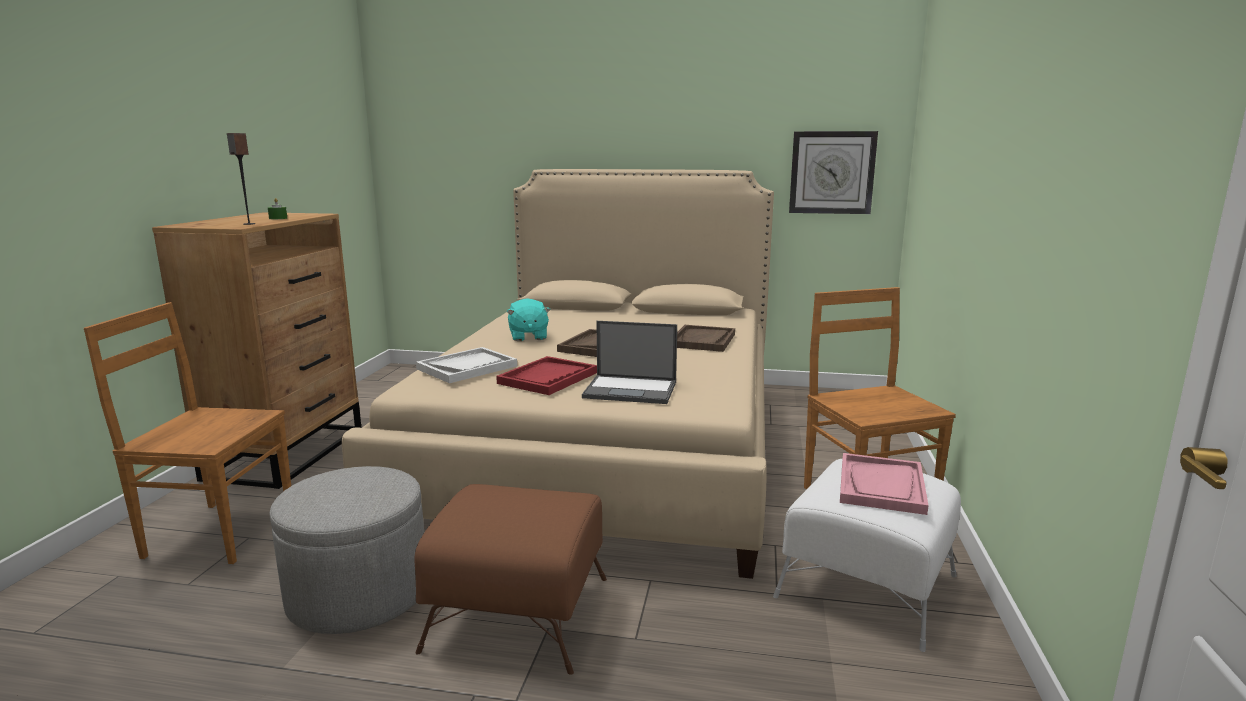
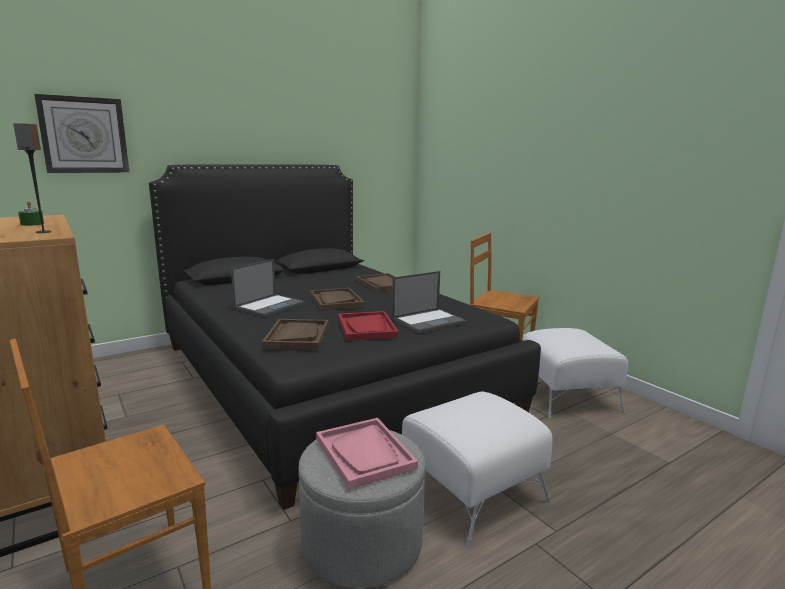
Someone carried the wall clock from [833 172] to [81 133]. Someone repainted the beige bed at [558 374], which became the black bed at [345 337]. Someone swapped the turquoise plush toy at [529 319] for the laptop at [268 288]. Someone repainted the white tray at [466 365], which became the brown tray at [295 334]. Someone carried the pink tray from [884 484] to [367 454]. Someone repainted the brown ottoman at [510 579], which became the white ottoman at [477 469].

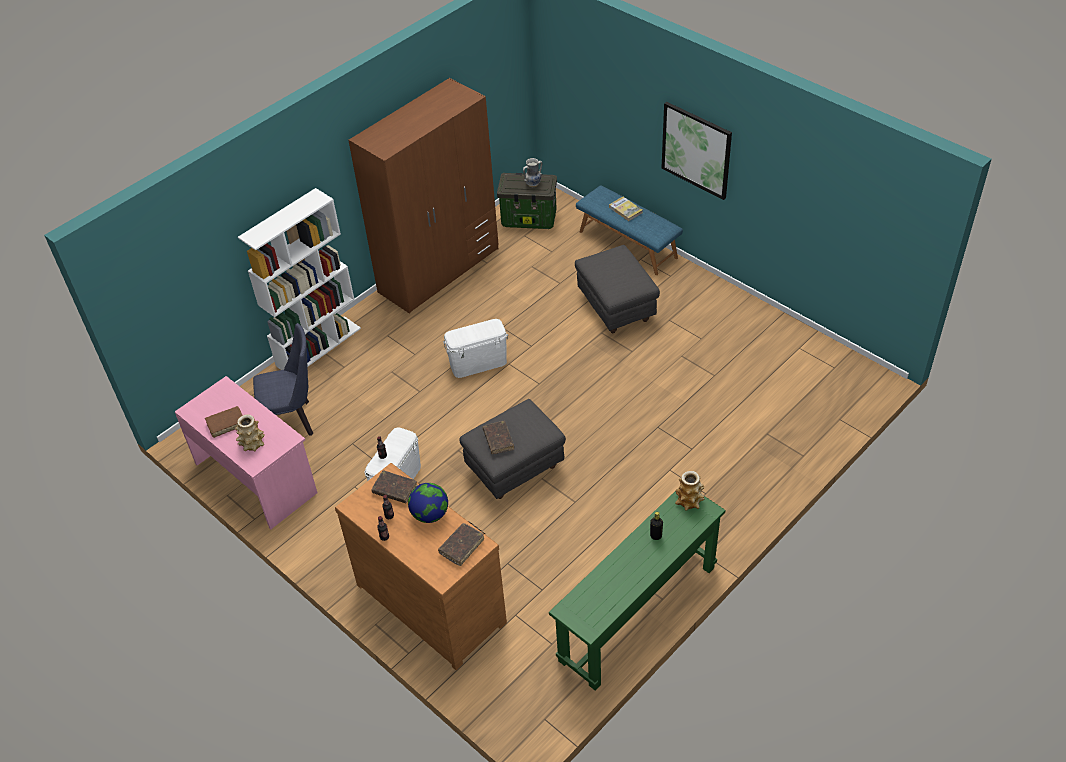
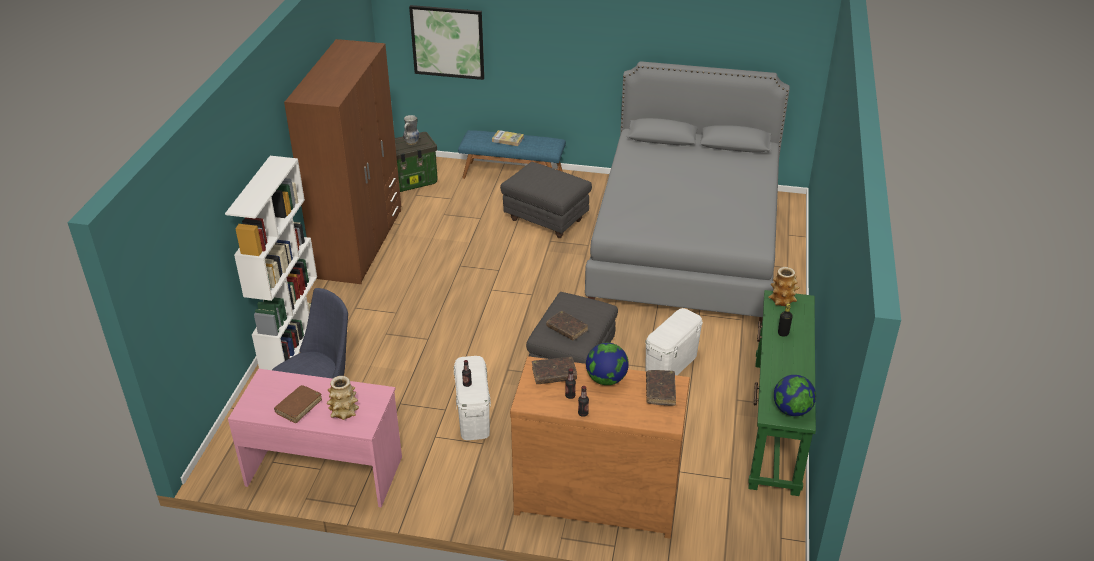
Someone carried the picture from [696 151] to [446 42]. Someone carried the white storage box from [475 348] to [674 341]. Someone put down the grey bed at [687 193]. Someone put down the globe at [795 395].

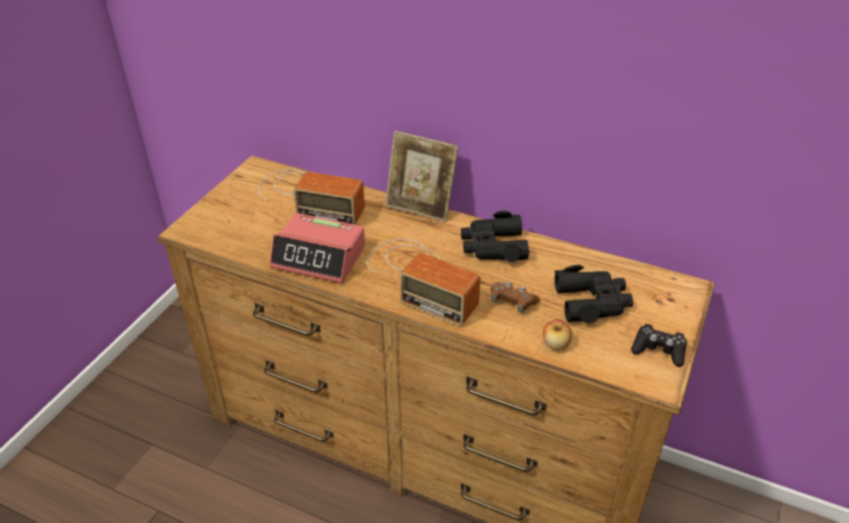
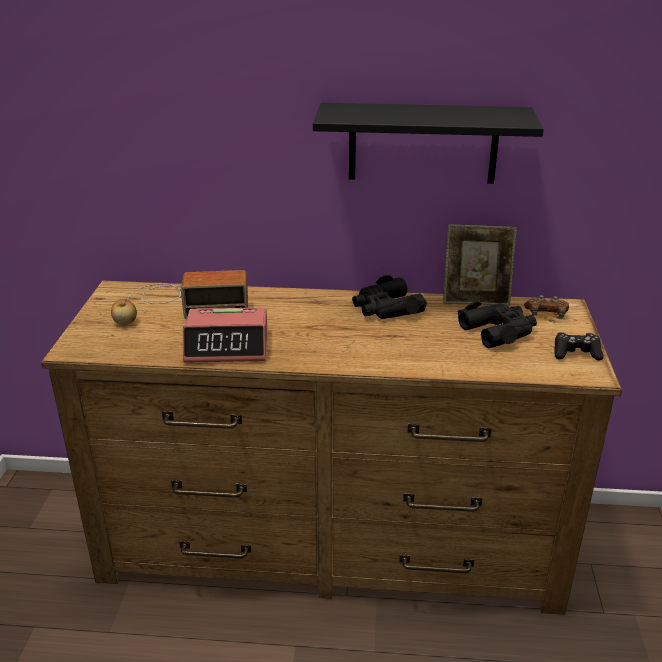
Someone carried the picture frame from [421 176] to [480 265]. Someone took away the radio at [423 282]. Someone carried the brown game controller from [515 297] to [546 306]. Someone carried the apple from [557 334] to [124 312]. Someone put up the black shelf at [428 143].

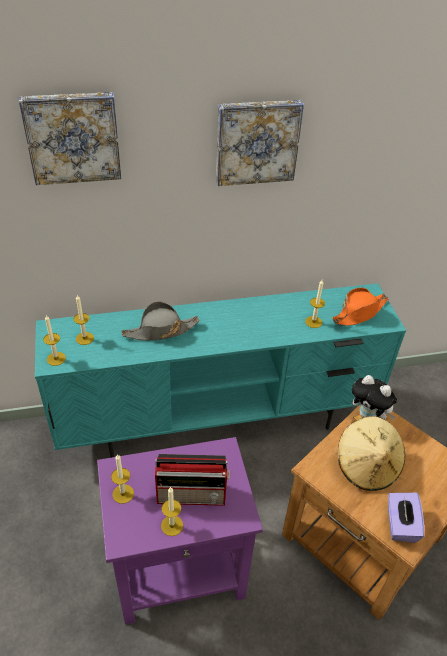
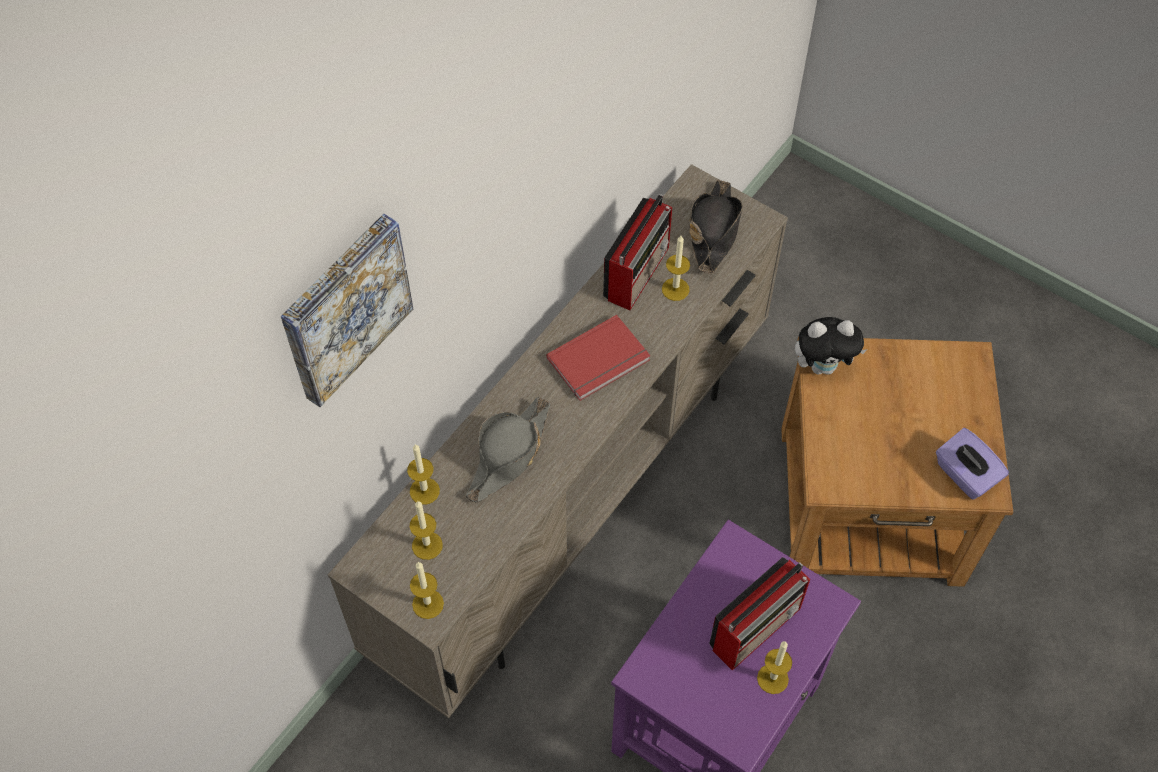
Someone took away the picture at [260 143]. Someone repainted the turquoise tv stand at [220 370], which became the beige tv stand at [558 441]. Someone repainted the orange hat at [360 307], which became the black hat at [715 227]. Someone took away the beige hat at [371 452]. Someone carried the candle from [122 479] to [423 474]. Someone put down the radio at [637 252]. Someone put down the red book at [598 358].

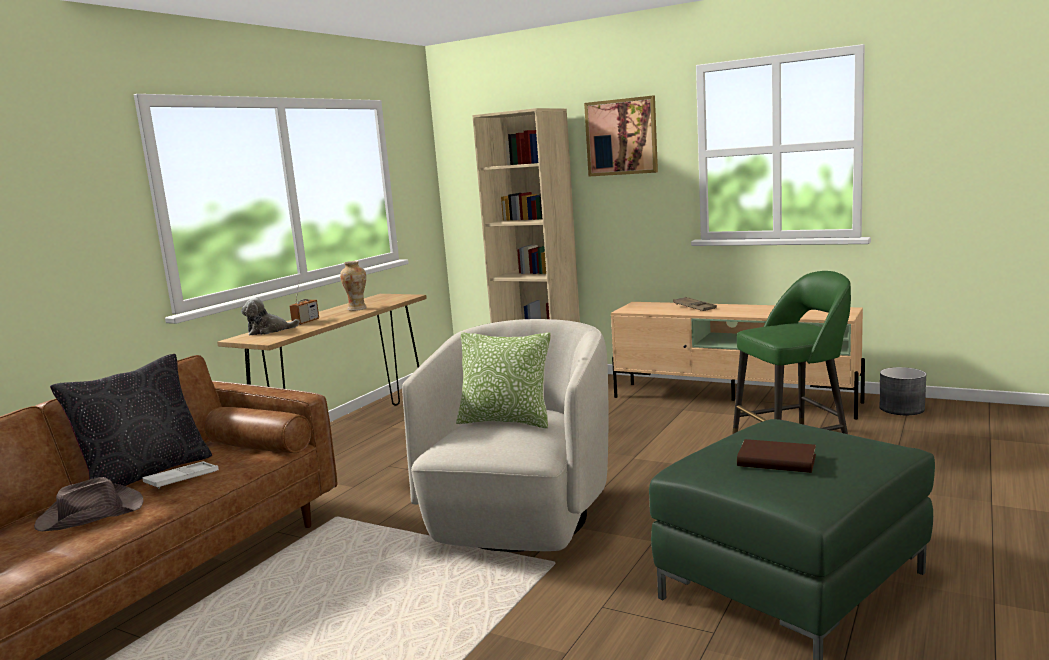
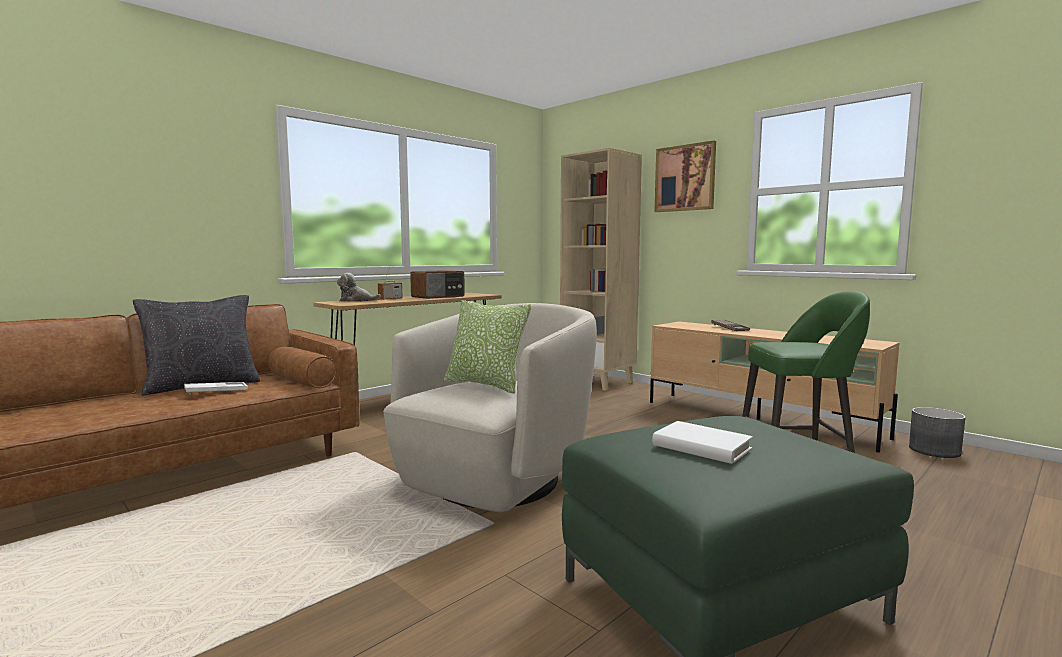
Someone swapped the vase at [353 286] for the radio at [437 284]. Someone repainted the brown book at [776 456], which became the white book at [702 442]. Someone took away the brown hat at [89 504].

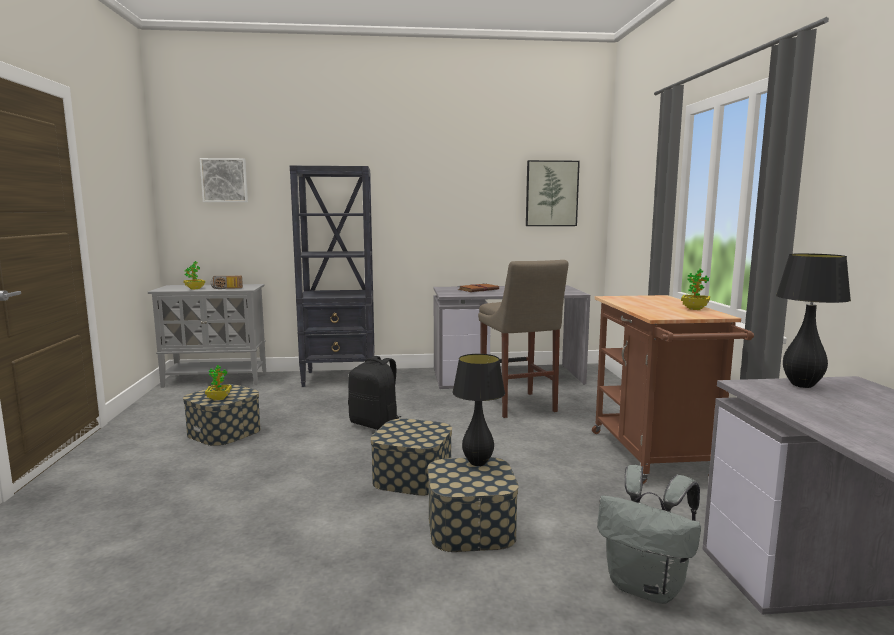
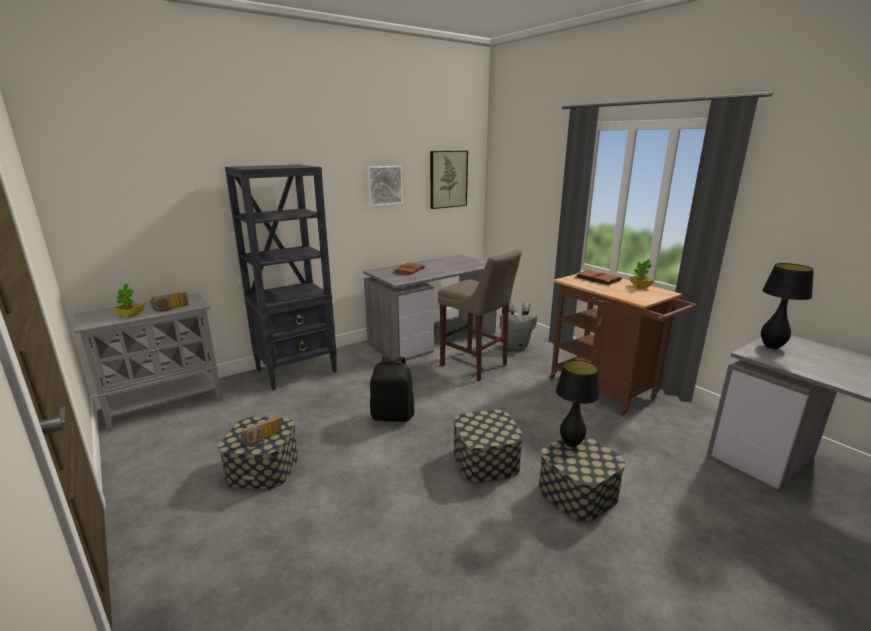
Someone carried the picture from [224 180] to [385 186]. Someone swapped the potted plant at [218 382] for the radio at [261 432]. Someone carried the grey backpack from [649 534] to [518 325]. Someone put down the brown book at [598 278].

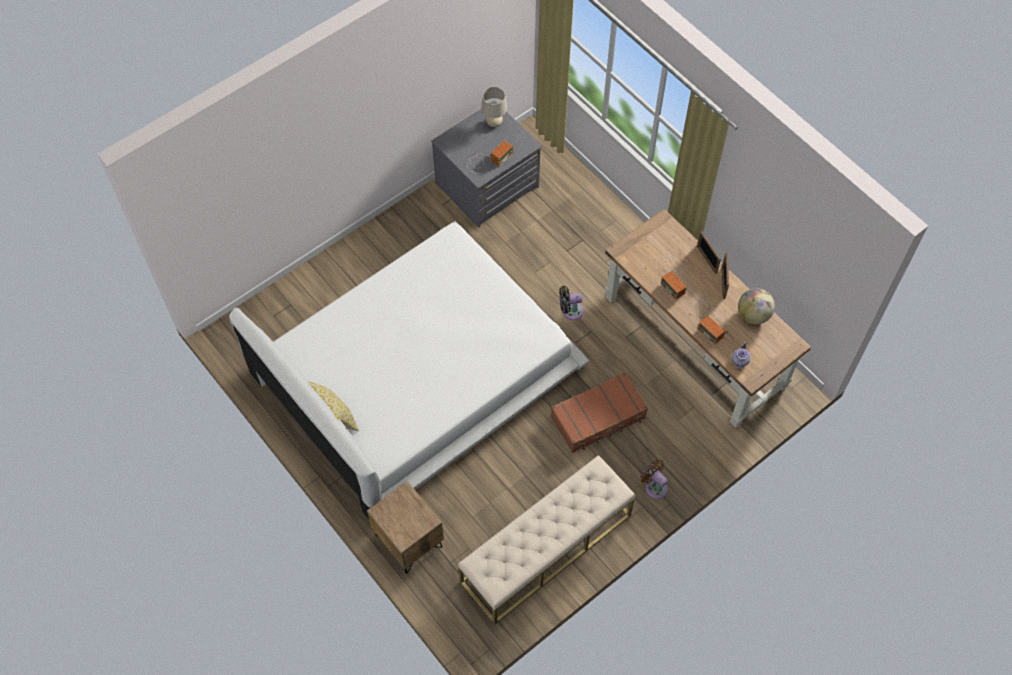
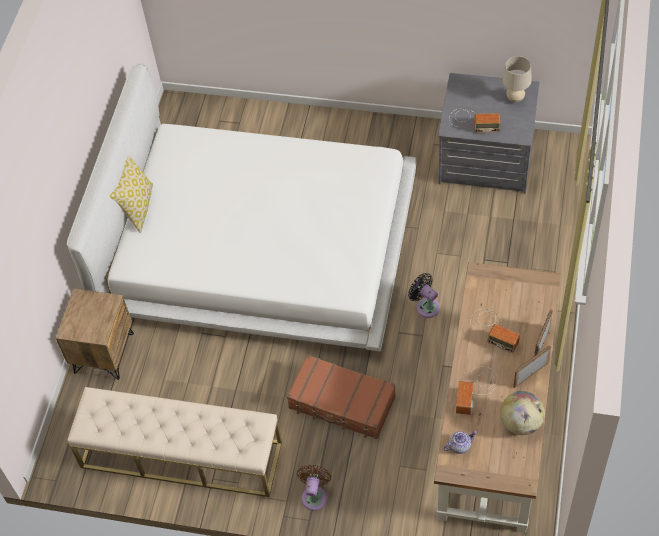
Someone rotated the radio at [671 278] by 75 degrees counterclockwise.

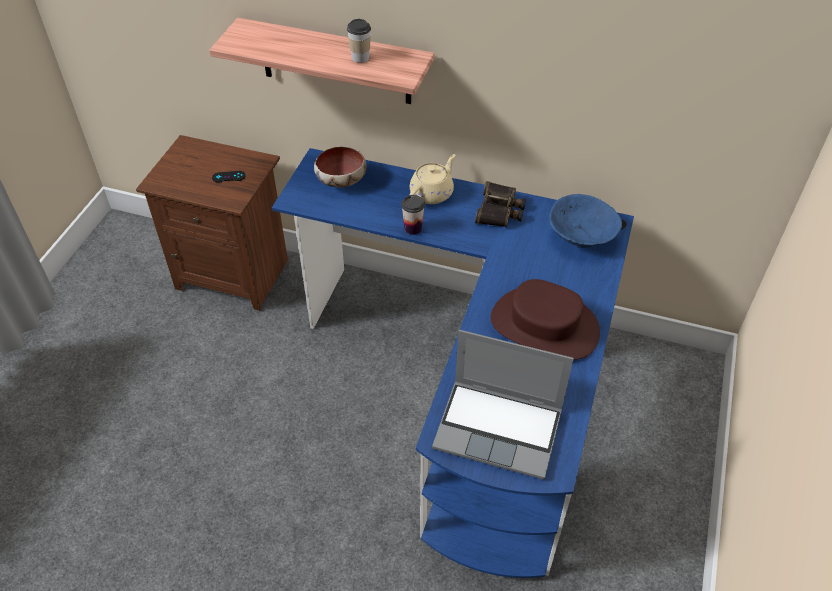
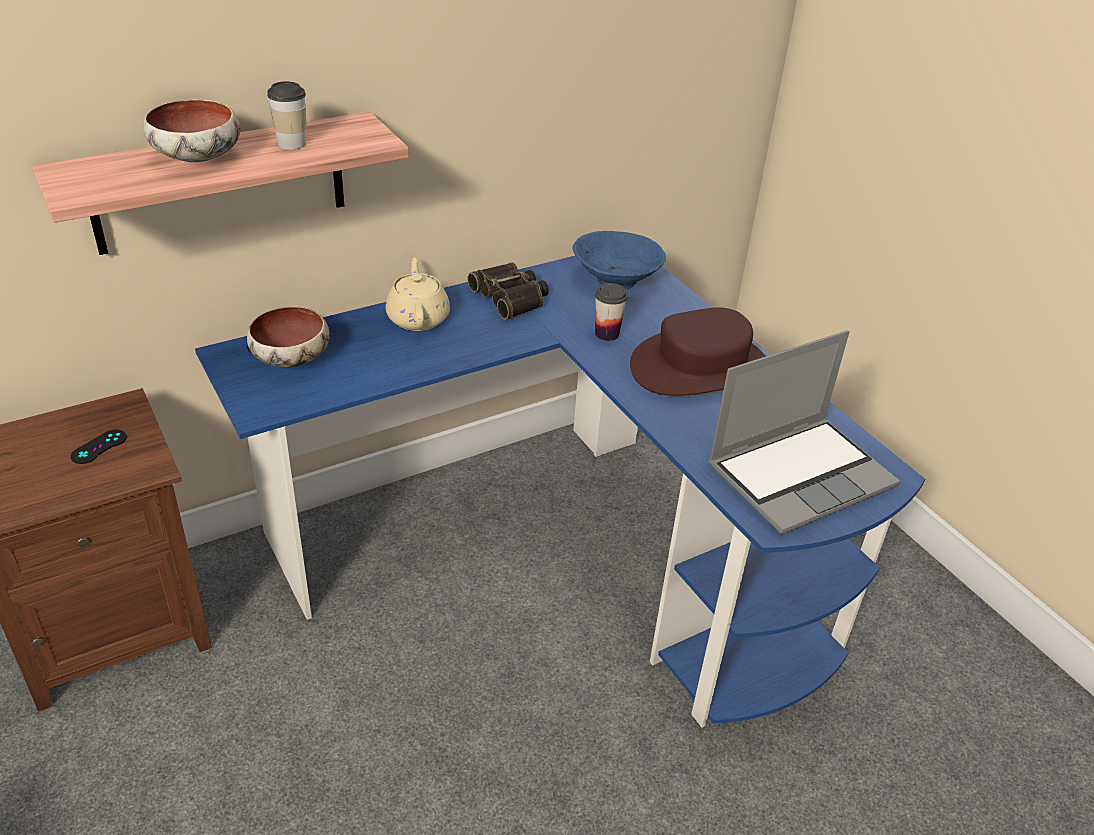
Someone carried the cup from [413 215] to [611 312]. Someone put down the bowl at [192 130].

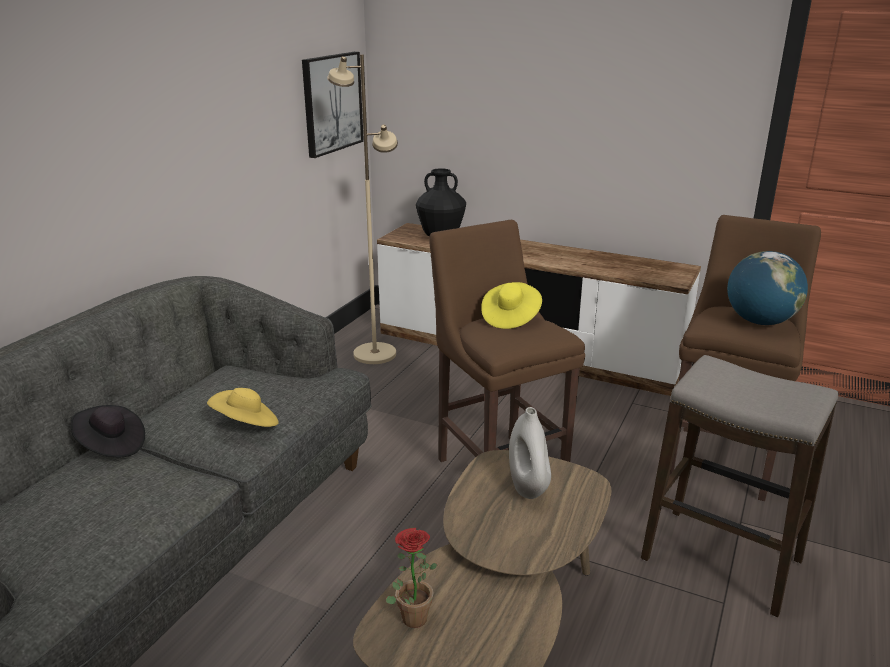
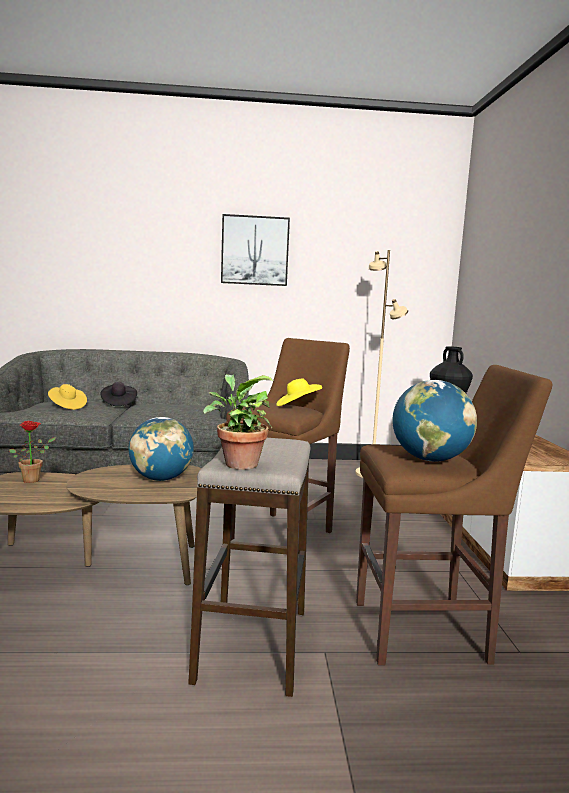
Someone carried the picture from [333 105] to [255 250]. Someone carried the yellow hat from [243 407] to [67 397]. Someone swapped the white vase at [530 453] for the globe at [161 449]. Someone put down the potted plant at [238 422].

